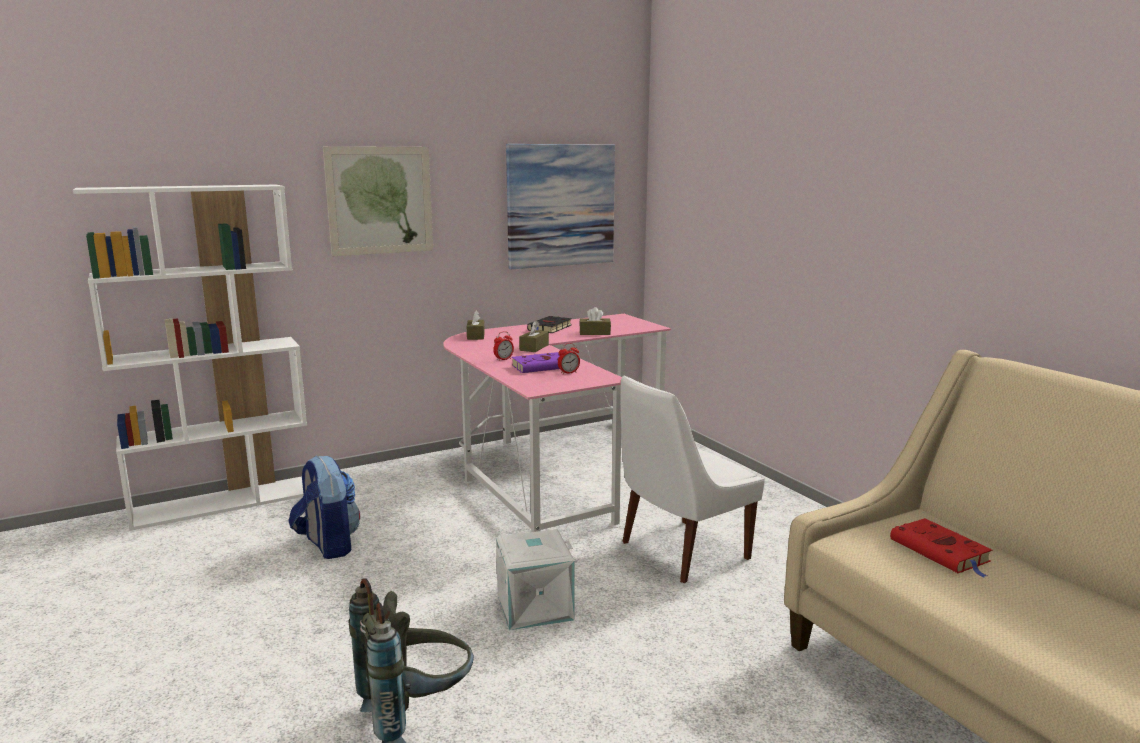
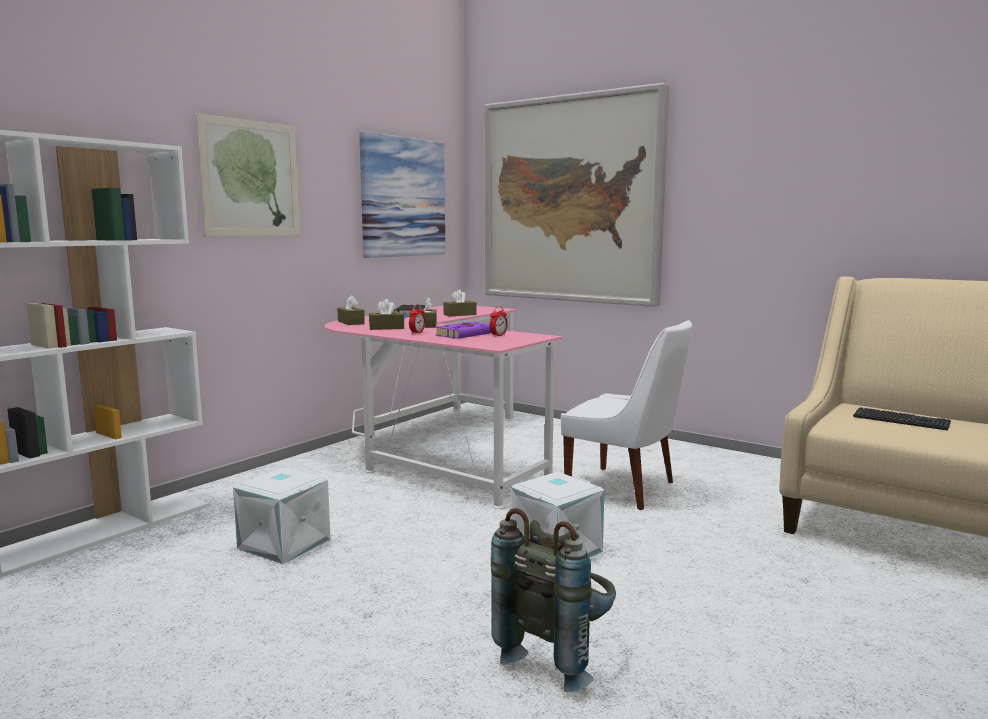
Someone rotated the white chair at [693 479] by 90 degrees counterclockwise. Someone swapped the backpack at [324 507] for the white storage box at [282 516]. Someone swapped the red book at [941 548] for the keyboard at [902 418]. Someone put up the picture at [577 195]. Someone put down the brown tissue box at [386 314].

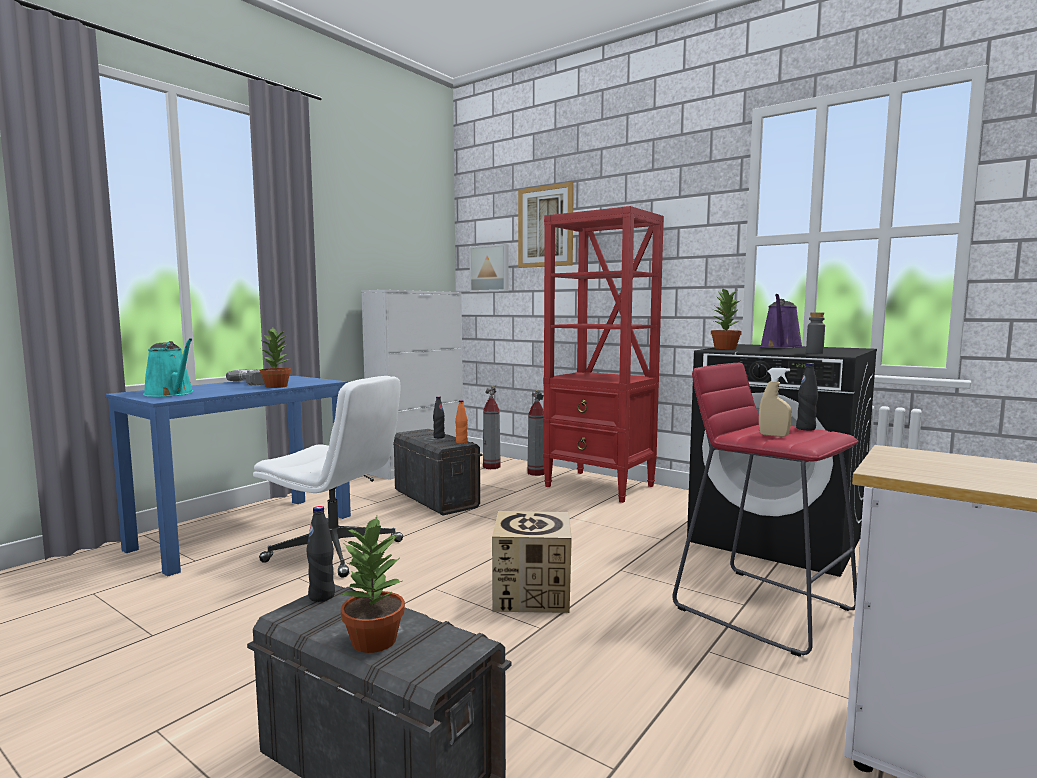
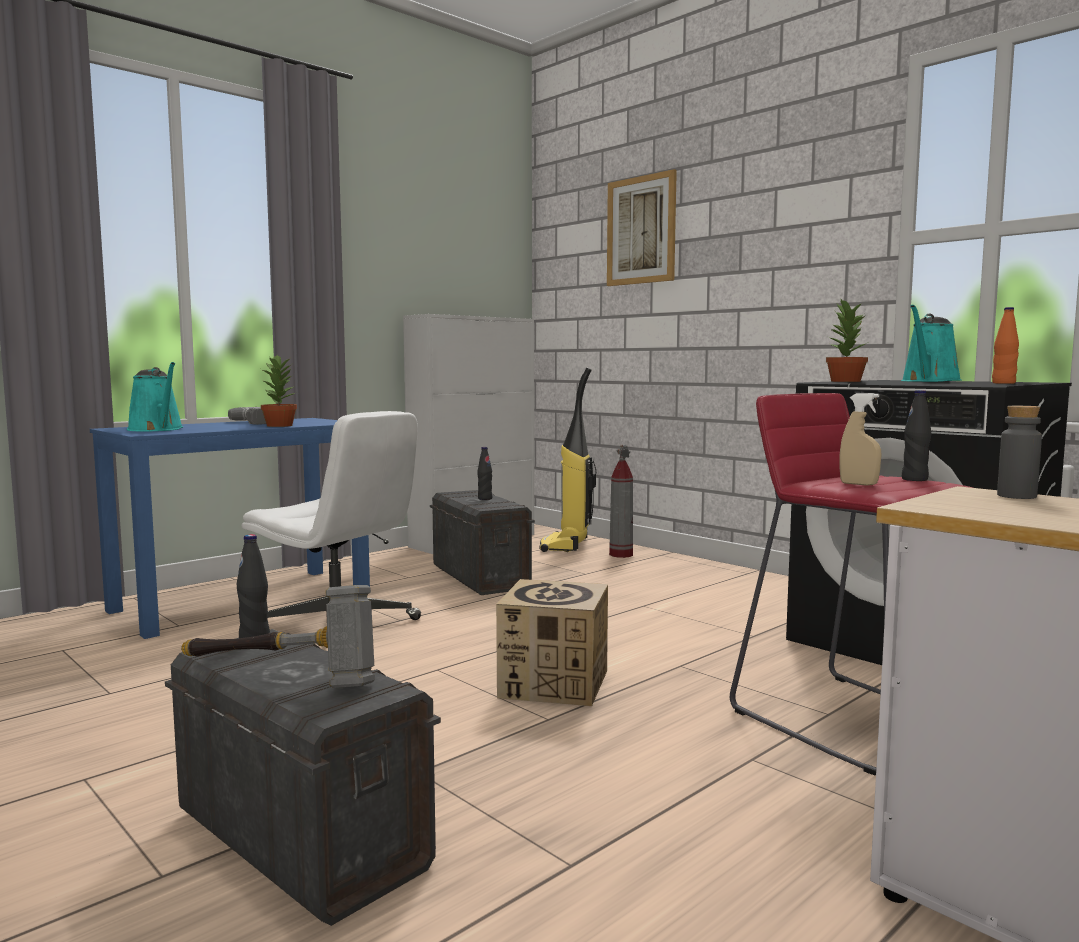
Someone took away the red bookcase at [603 354]. Someone took away the picture at [489 268]. Someone repainted the purple watering can at [781 321], which became the turquoise watering can at [931 343]. Someone carried the grey bottle from [815 333] to [1019 452]. Someone swapped the fire extinguisher at [492 427] for the vacuum cleaner at [567 459]. Someone carried the orange bottle from [461 422] to [1005 345]. Someone swapped the potted plant at [372 584] for the hammer at [278 636].

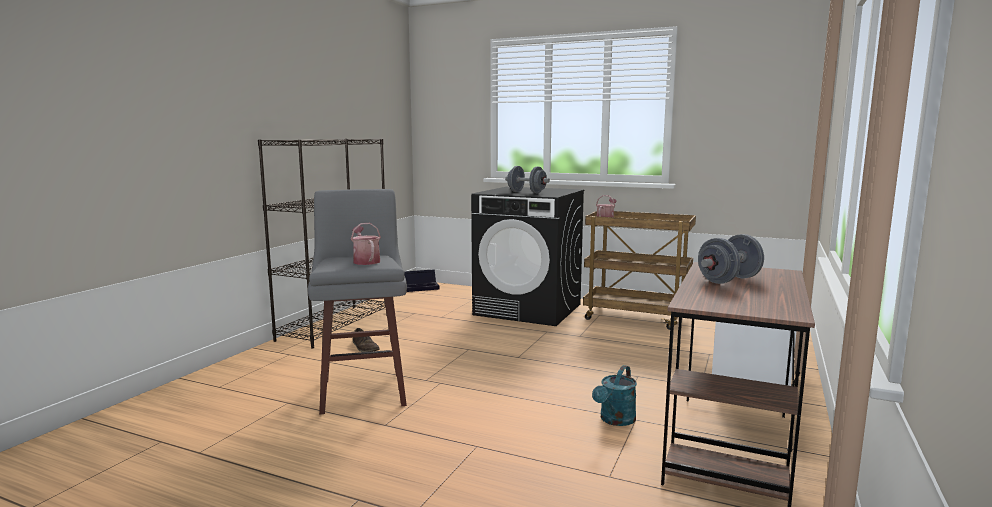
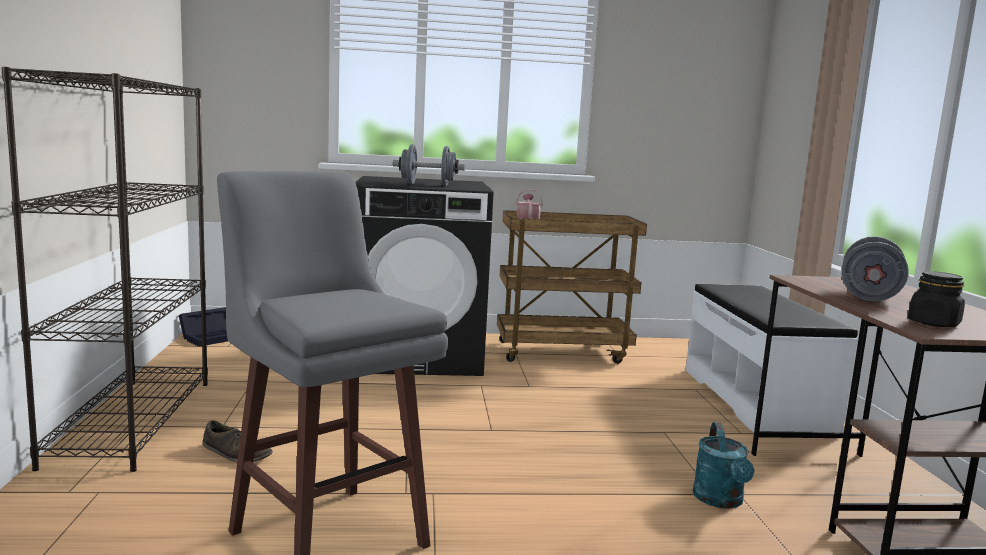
Someone took away the watering can at [366 244]. Someone put down the black jar at [936 299].

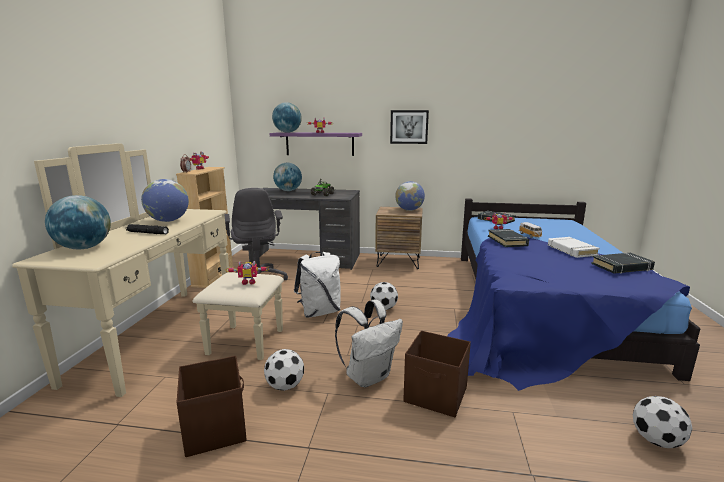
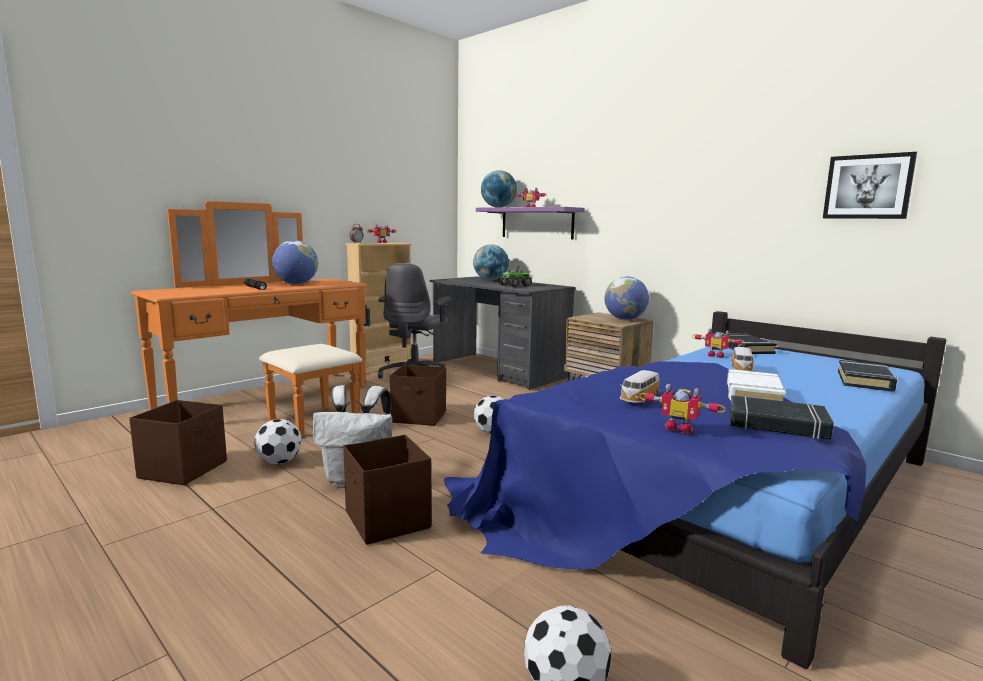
Someone carried the picture from [409 127] to [870 185]. Someone repainted the beige dresser at [148 270], which became the orange dresser at [249 319]. Someone took away the globe at [78 222]. Someone carried the black book from [508 238] to [867 376]. Someone swapped the white backpack at [317 284] for the brown storage box at [418 395]. Someone carried the toy robot from [247 273] to [682 408]. Someone put down the toy car at [640 387].

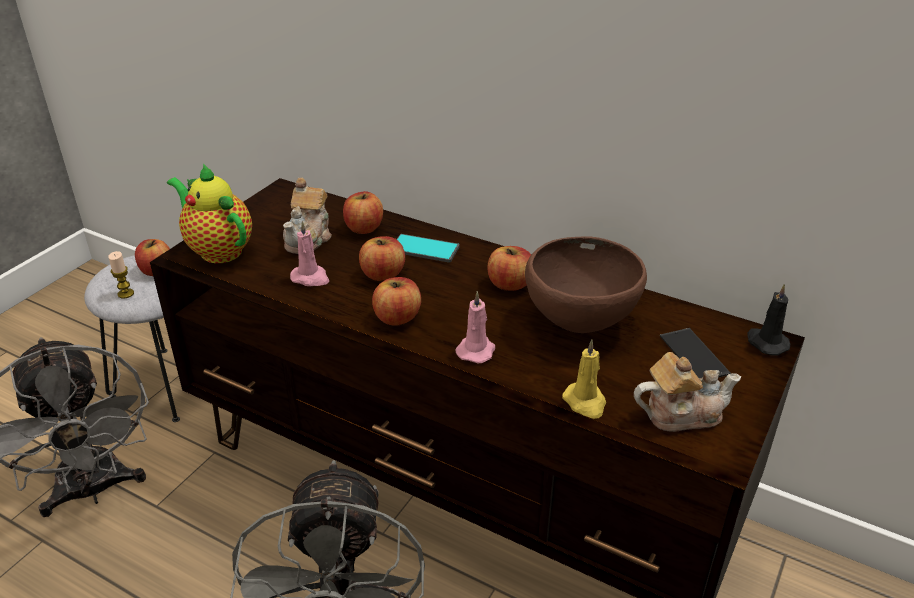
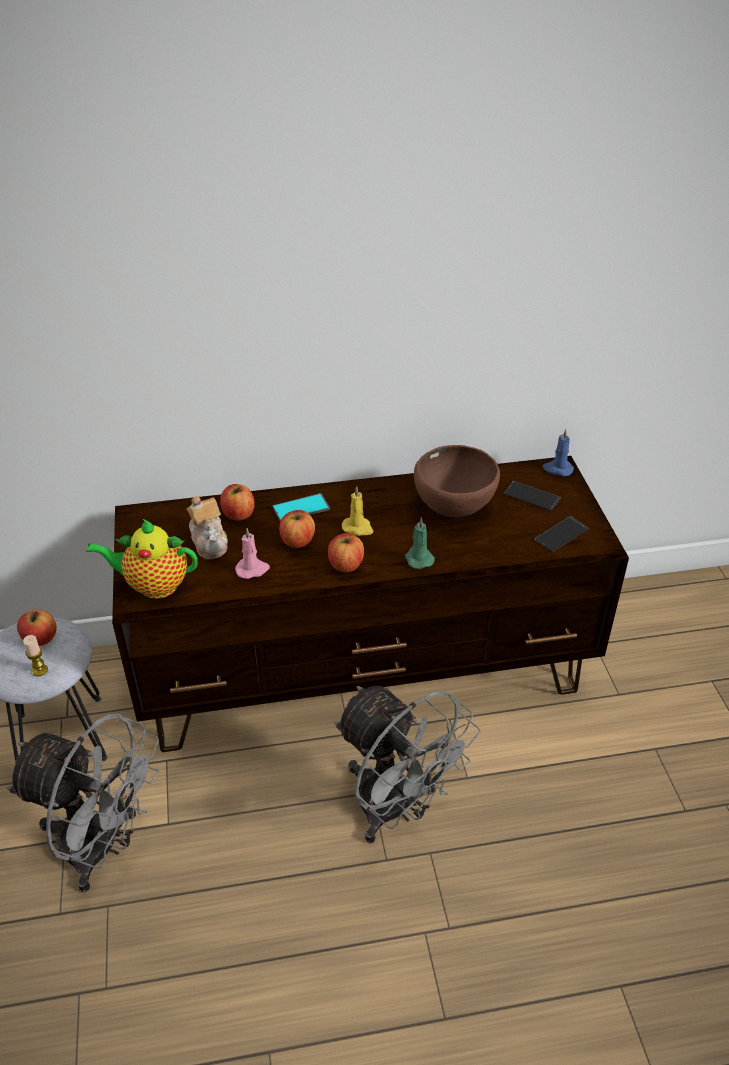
Someone took away the apple at [509 268]. Someone repainted the black candle at [768 320], which became the blue candle at [558 452]. Someone repainted the pink candle at [475 327], which became the green candle at [420 543]. Someone carried the yellow candle from [584 379] to [357 511]. Someone swapped the teapot at [687 392] for the phone at [561 534].

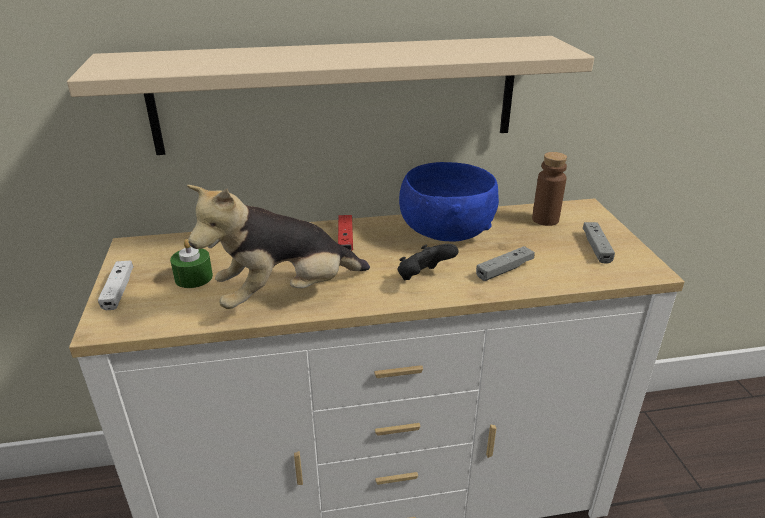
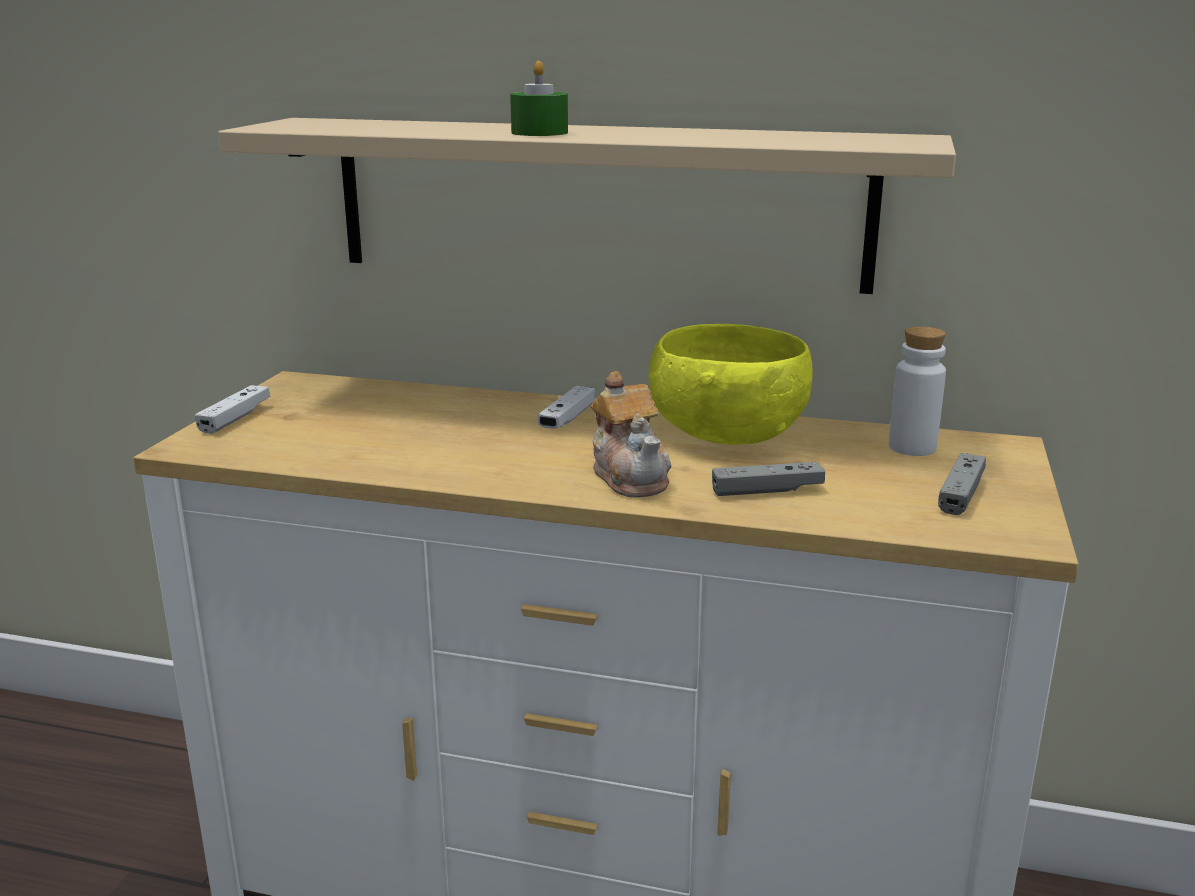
Someone repainted the brown bottle at [549 189], which became the white bottle at [917 391]. Someone repainted the blue bowl at [449 201], which became the yellow bowl at [731 384]. Someone took away the plush toy at [278 247]. Someone repainted the red game controller at [345 233], which became the white game controller at [566 407]. Someone carried the green candle from [191 263] to [539 98]. Someone swapped the black game controller at [428 262] for the teapot at [631 434].

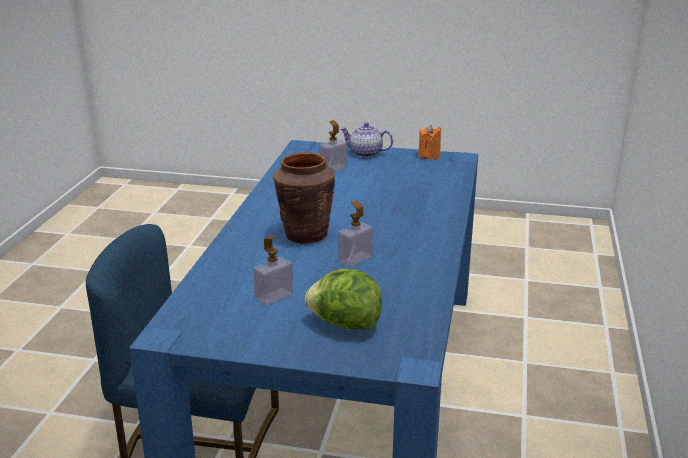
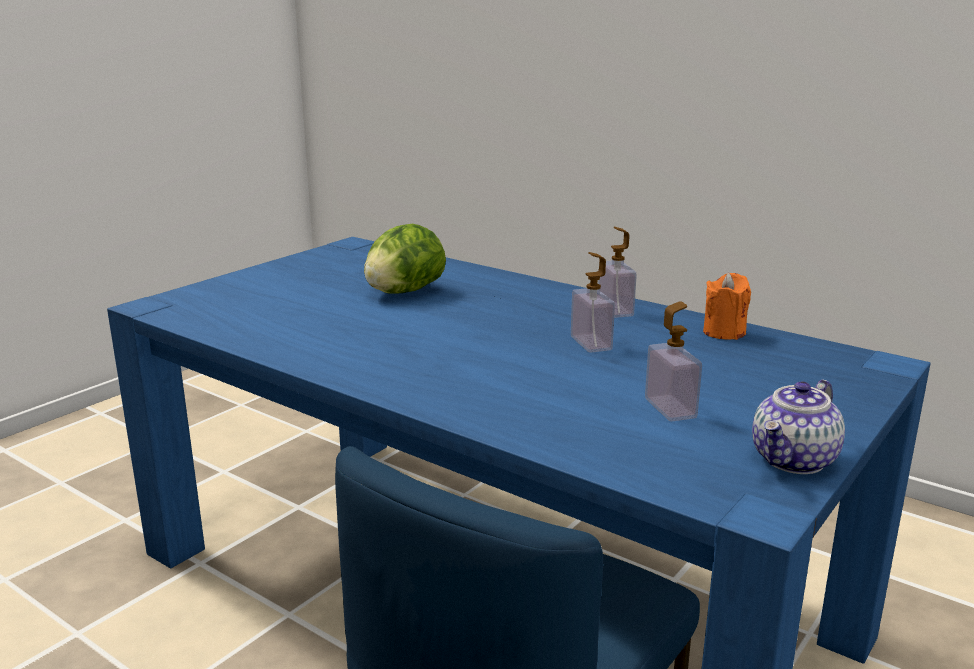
Someone carried the soap dispenser from [333 145] to [617 272]. Someone carried the teapot from [366 140] to [798 427]. Someone carried the orange candle from [429 142] to [727 306]. Someone took away the brown vase at [304 198]. Someone carried the lettuce from [343 299] to [405 259].

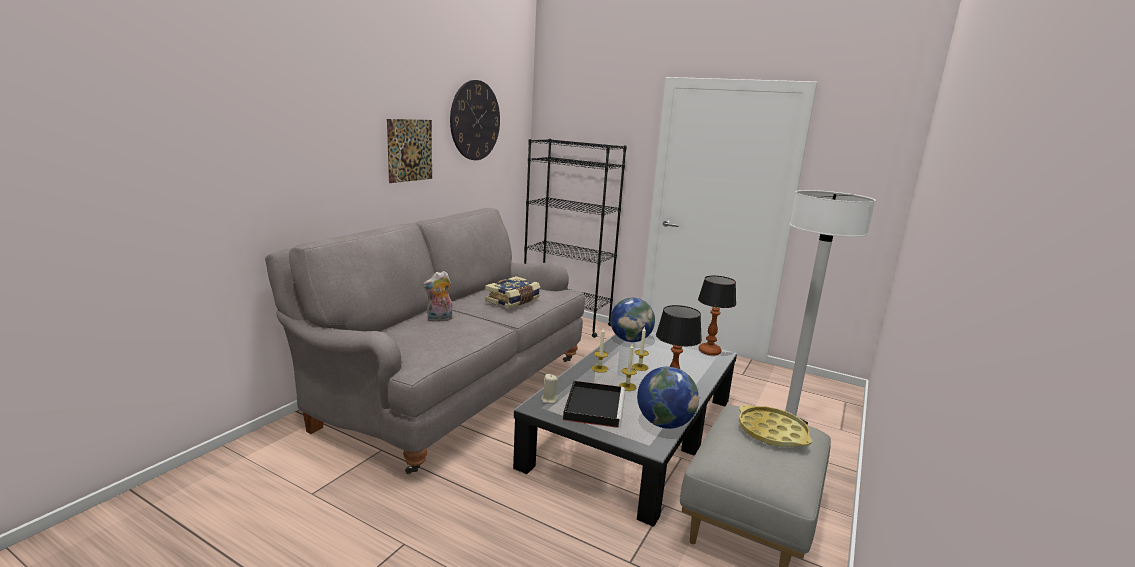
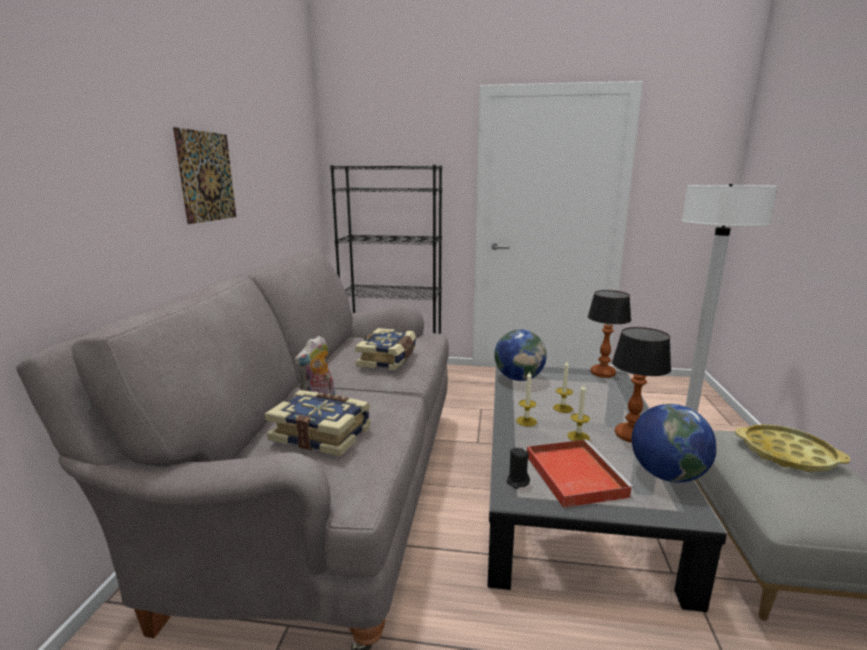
Someone took away the wall clock at [475 120]. Someone repainted the beige candle at [549 389], which became the black candle at [518 468]. Someone repainted the black tray at [594 404], which became the red tray at [580 473]. Someone put down the book at [318 423].

